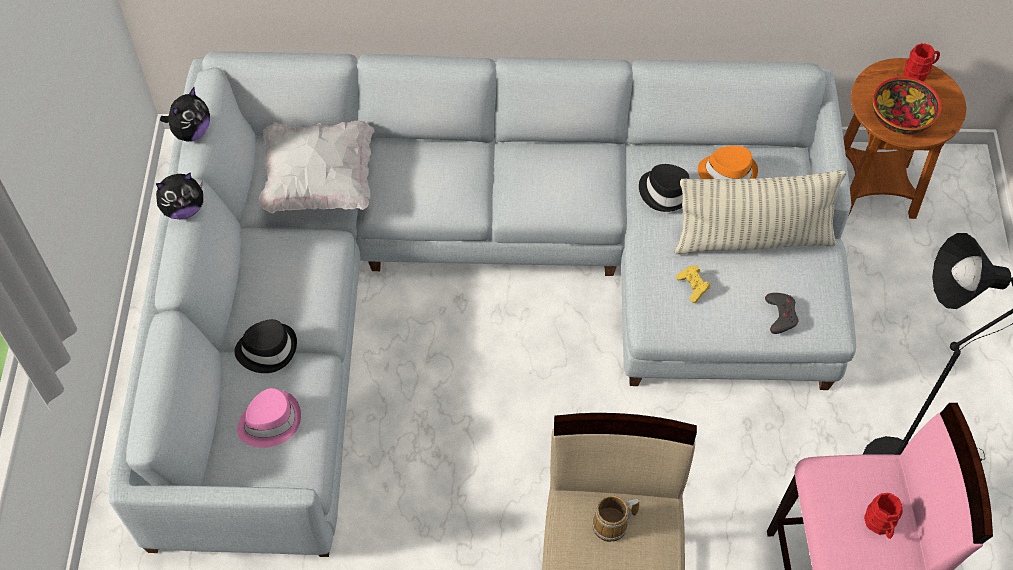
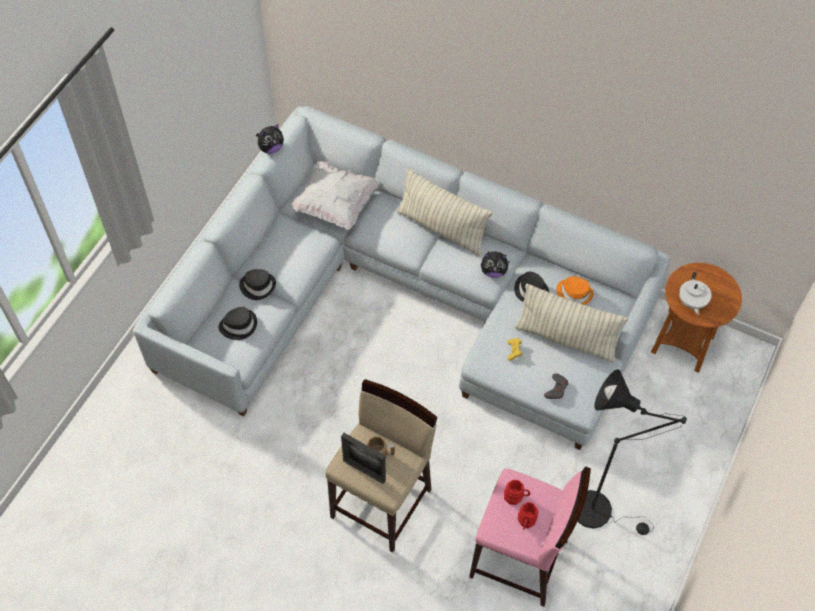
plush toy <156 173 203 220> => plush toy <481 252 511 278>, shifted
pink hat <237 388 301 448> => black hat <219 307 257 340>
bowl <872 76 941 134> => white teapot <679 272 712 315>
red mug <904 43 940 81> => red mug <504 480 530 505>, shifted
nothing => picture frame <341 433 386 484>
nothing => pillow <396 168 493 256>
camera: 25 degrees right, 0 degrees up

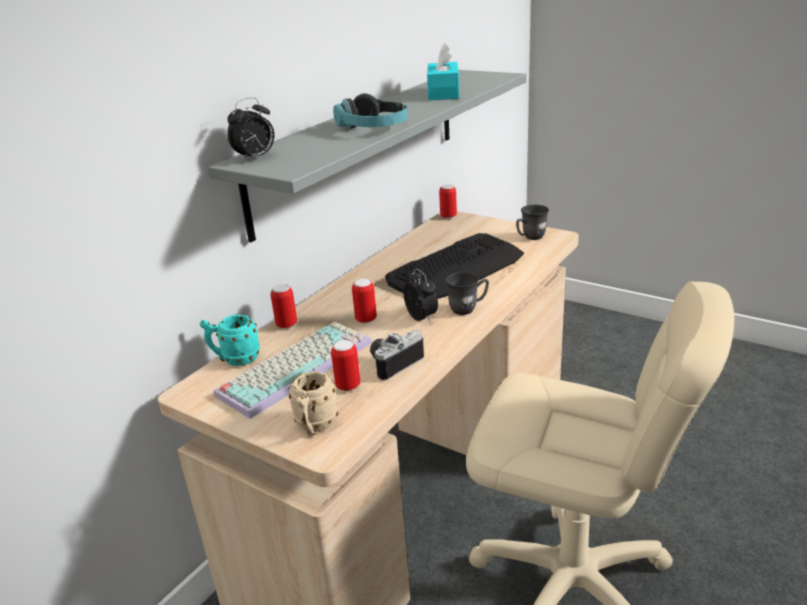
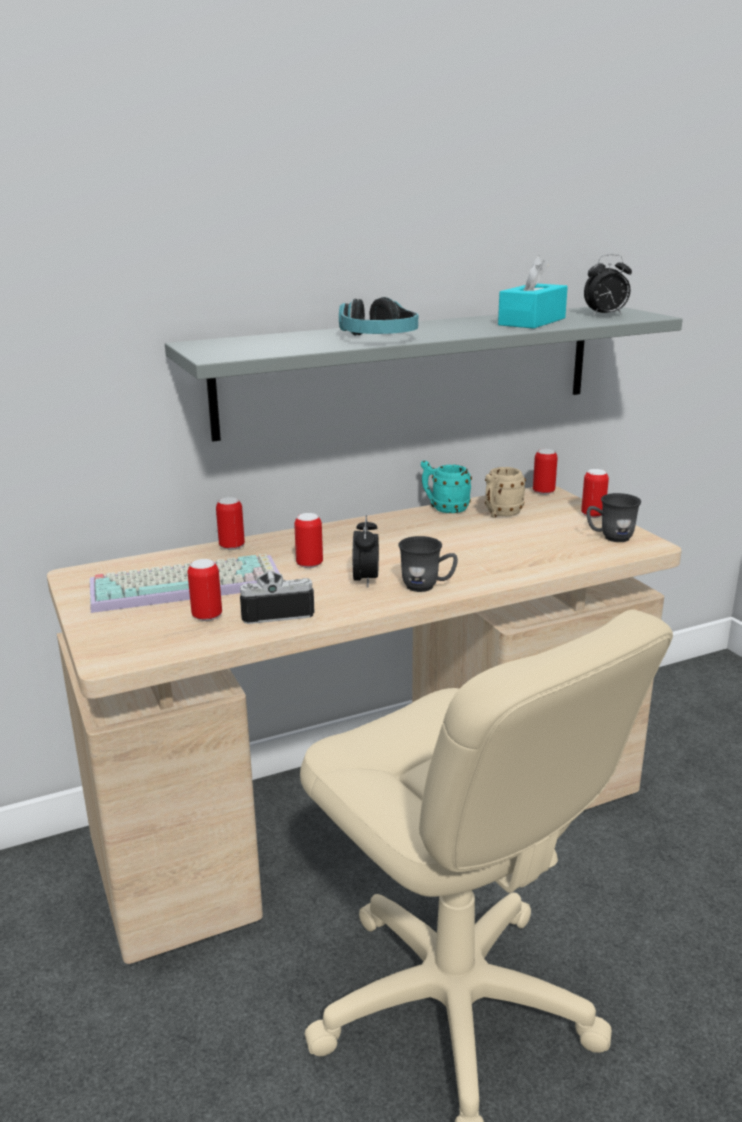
turquoise mug <200 314 260 366> => turquoise mug <421 460 472 513>, shifted
alarm clock <227 97 274 162> => alarm clock <584 254 632 316>, shifted
beige mug <289 371 338 437> => beige mug <485 467 526 518>, shifted
keyboard <385 233 524 299> => nothing
nothing => can <581 469 609 518>
camera: 30 degrees right, 5 degrees down

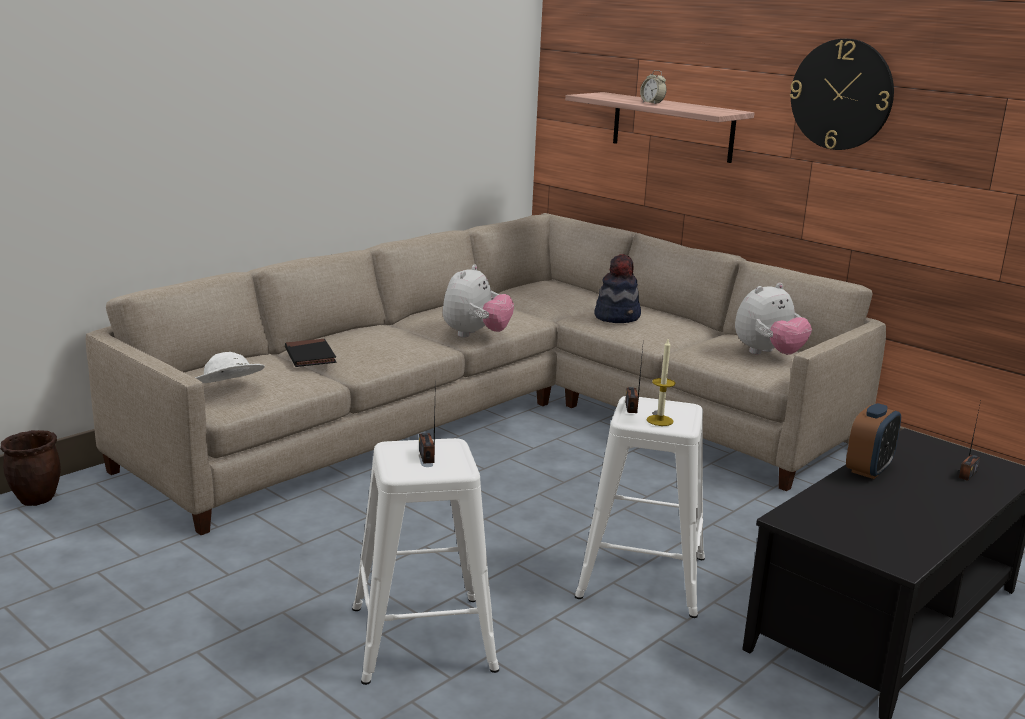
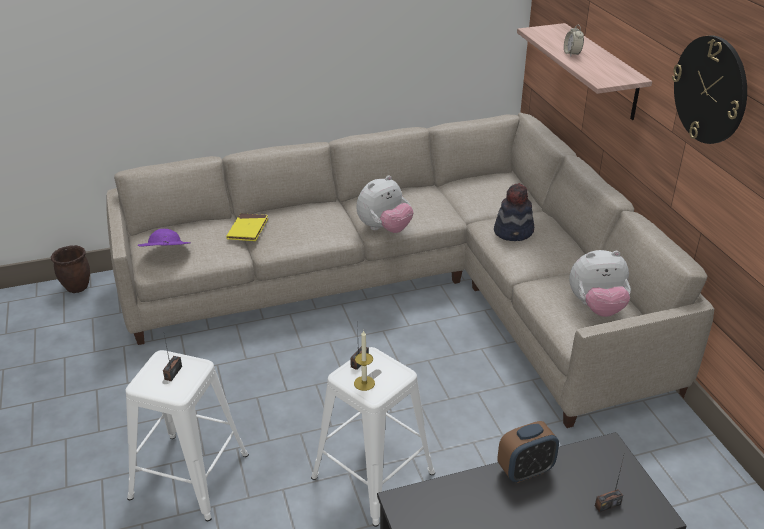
white hat <195 352 265 383> => purple hat <138 229 191 246>
black book <285 339 337 367> => yellow book <226 213 268 241>
camera: 30 degrees right, 15 degrees up

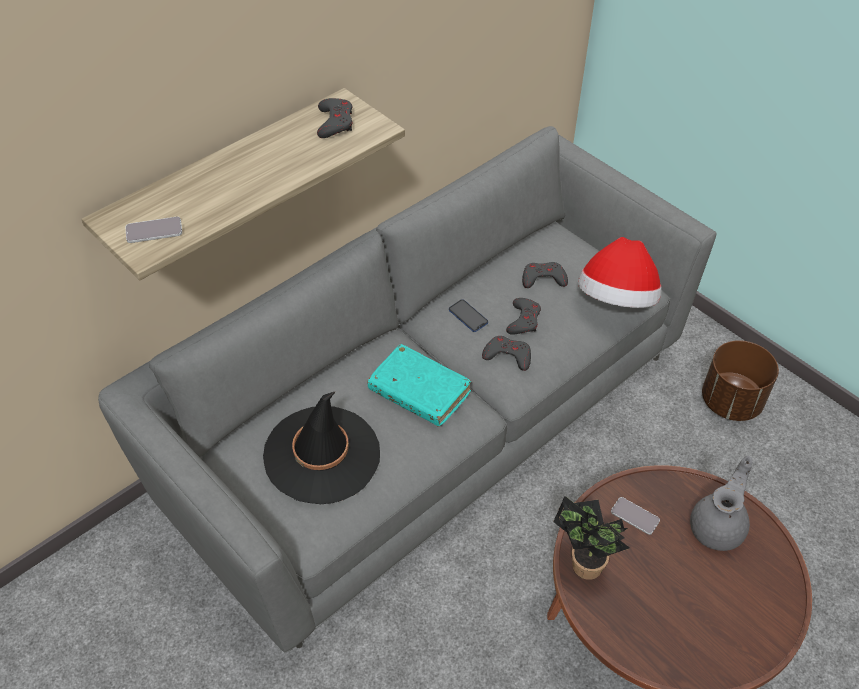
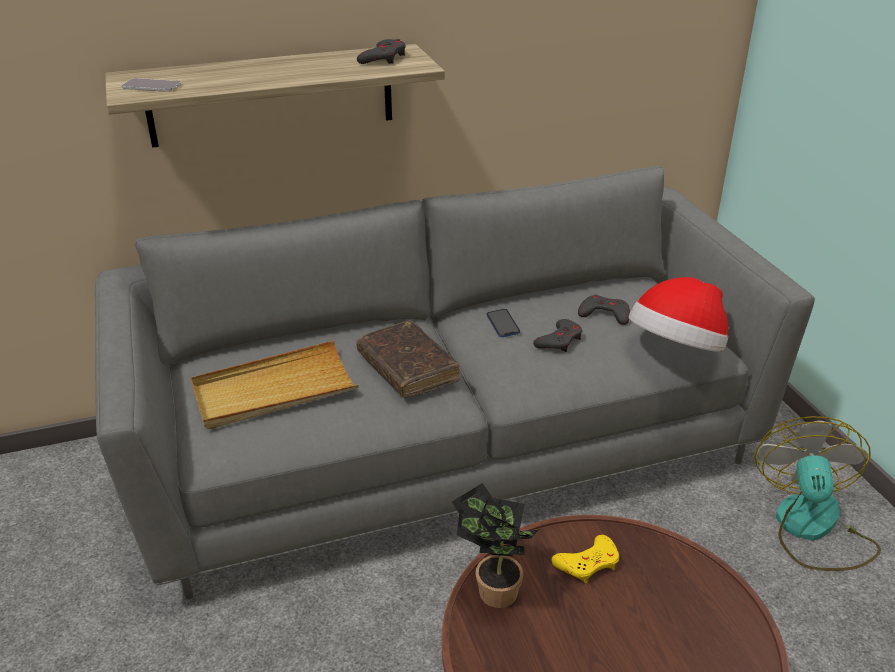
black hat <263 391 380 504> => beige tray <191 340 359 429>
turquoise book <367 344 471 427> => brown book <356 320 460 398>
grey game controller <482 336 531 371> => nothing
phone <611 497 660 535> => yellow game controller <551 535 619 583>
grey teapot <690 456 753 551> => nothing
brown planter <702 340 779 421> => fan <755 416 881 571>
camera: 25 degrees right, 15 degrees down

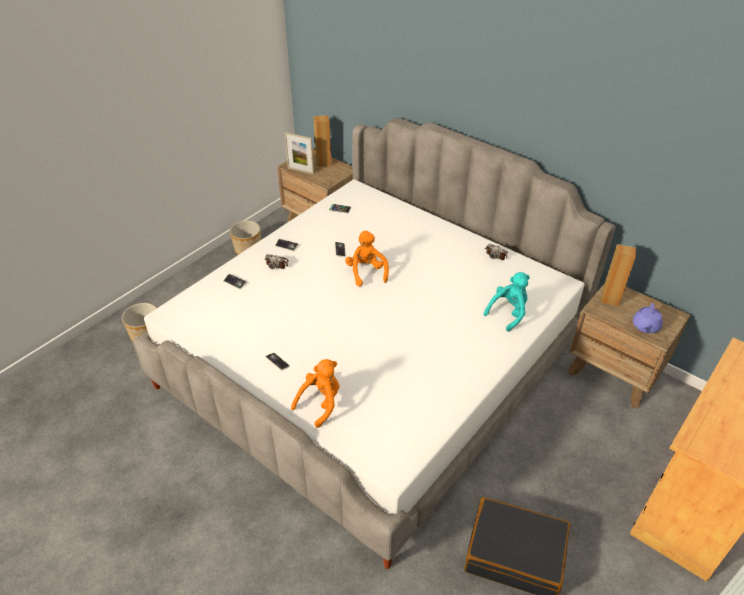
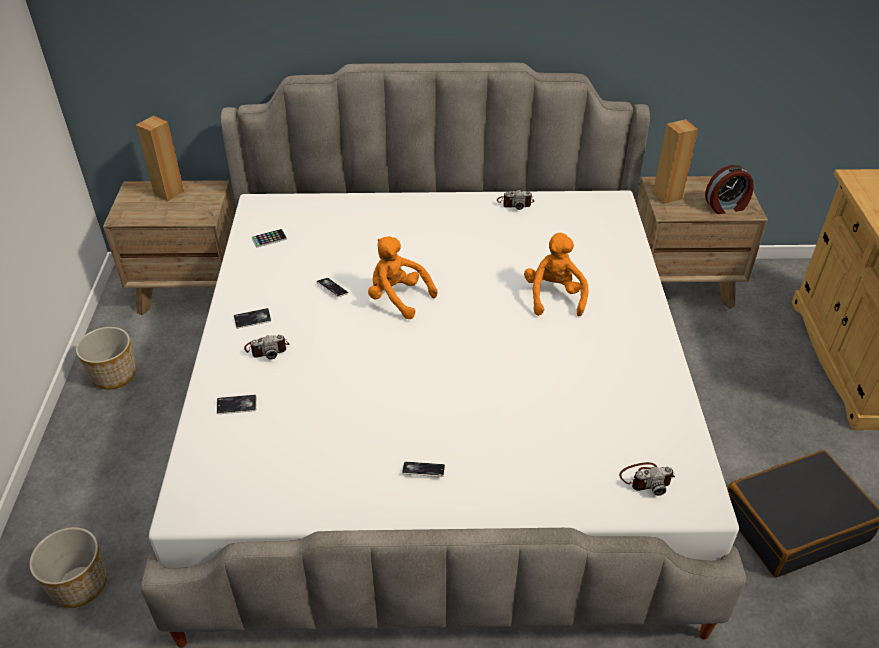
picture frame <285 132 314 174> => nothing
orange plush toy <291 359 339 428> => orange plush toy <524 233 588 316>, shifted
turquoise plush toy <483 272 530 332> => nothing
purple teapot <633 303 663 333> => alarm clock <705 165 754 214>
nothing => photo camera <619 462 675 496>
camera: 40 degrees left, 0 degrees up

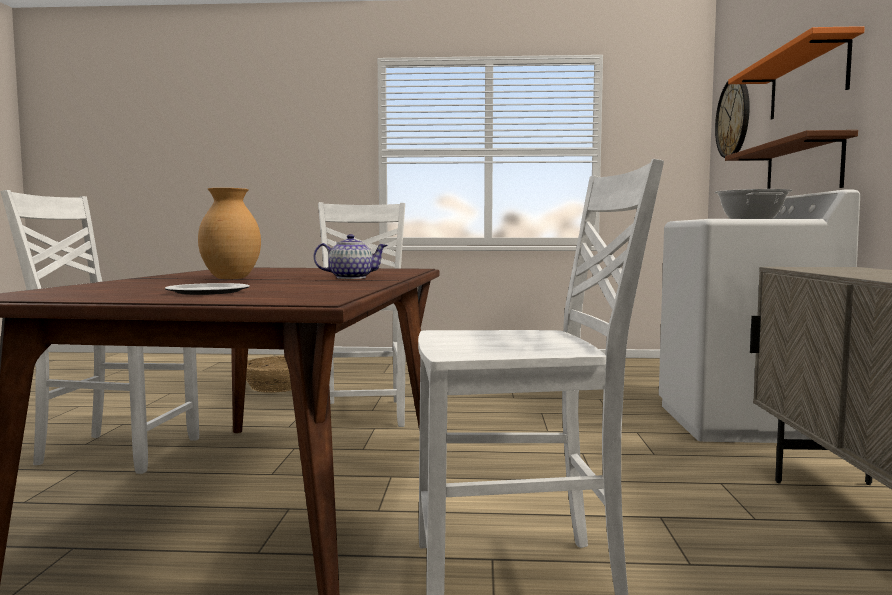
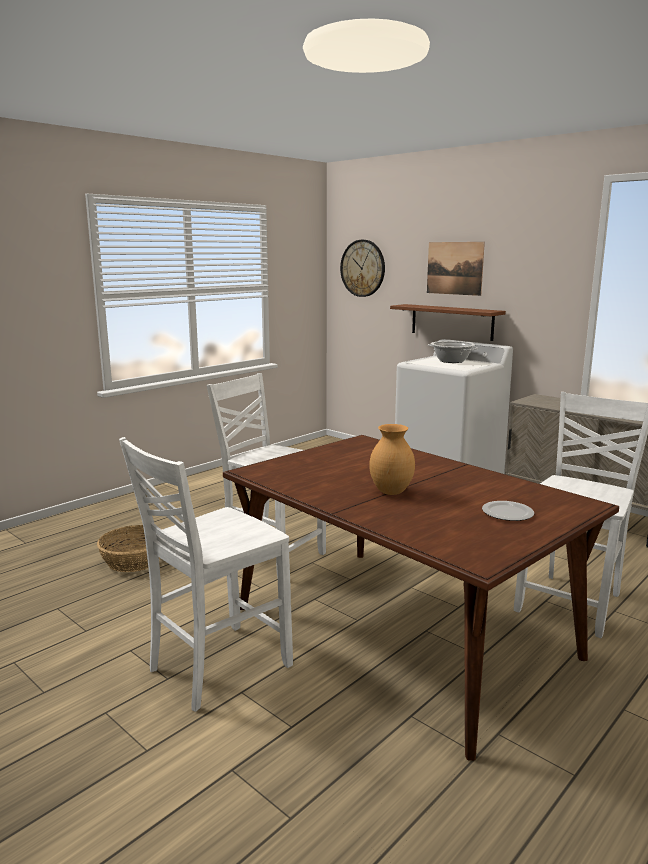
teapot <313 234 388 279> => nothing
orange shelf <728 26 865 119> => picture <427 242 485 296>
camera: 50 degrees left, 10 degrees up

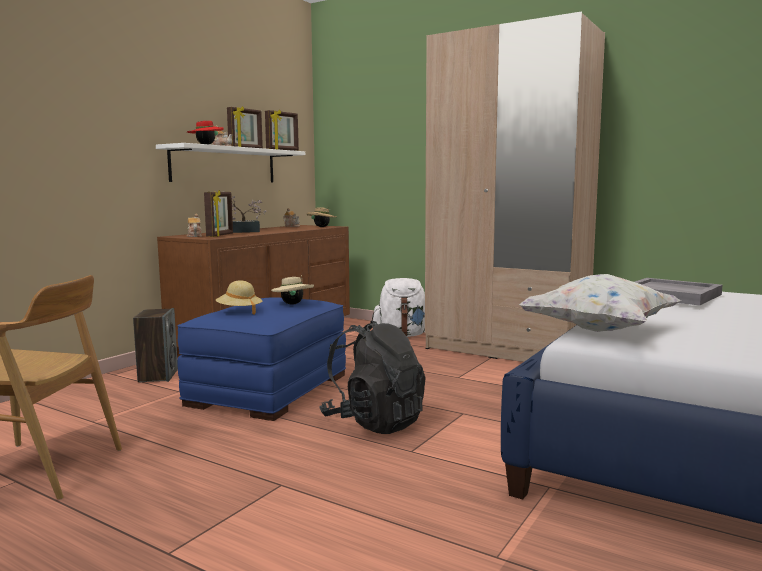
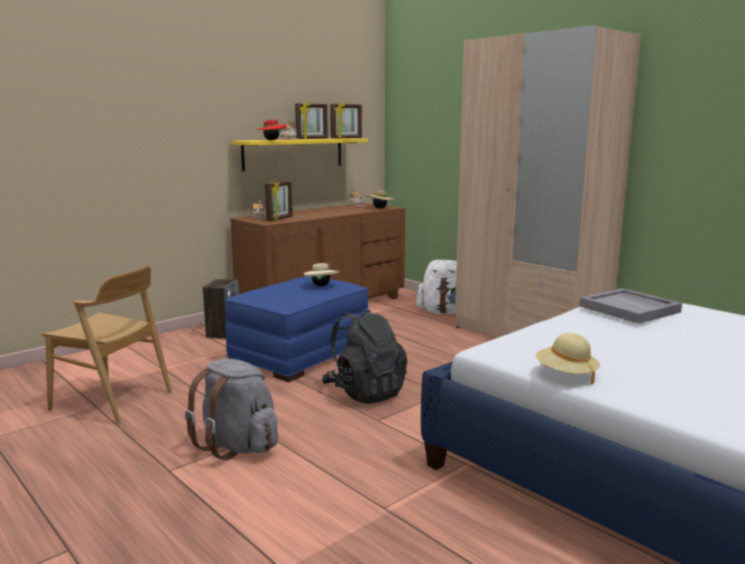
white shelf <156 143 305 182> => yellow shelf <231 138 368 171>
beige hat <216 280 263 315> => beige hat <536 333 600 384>, shifted
potted plant <223 191 267 233> => nothing
white pillow <519 274 681 332> => nothing
nothing => grey backpack <185 359 278 460>
camera: 15 degrees right, 5 degrees up

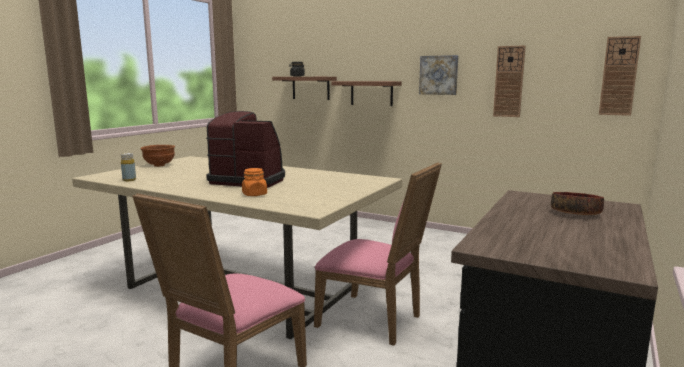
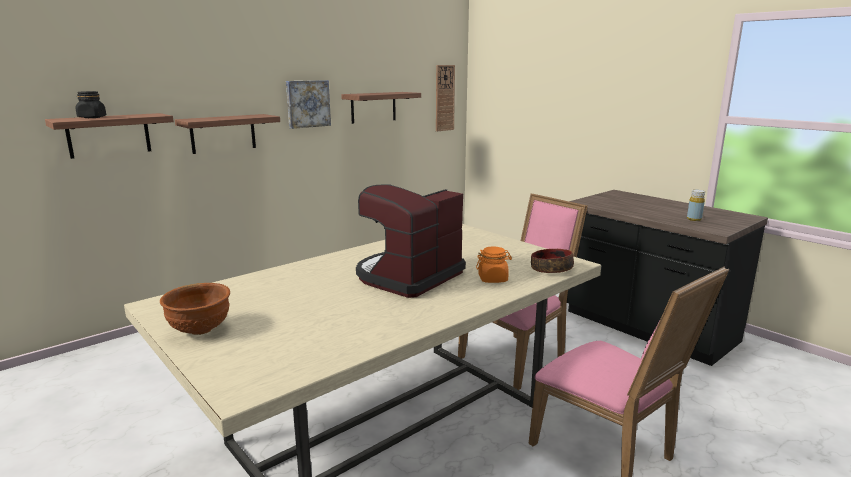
yellow bottle <121 153 136 181> => yellow bottle <687 190 705 221>, shifted
wall clock <493 45 526 117> => shelf <341 92 421 124>
bowl <551 192 604 215> => bowl <531 249 574 273>, shifted
camera: 70 degrees left, 5 degrees up

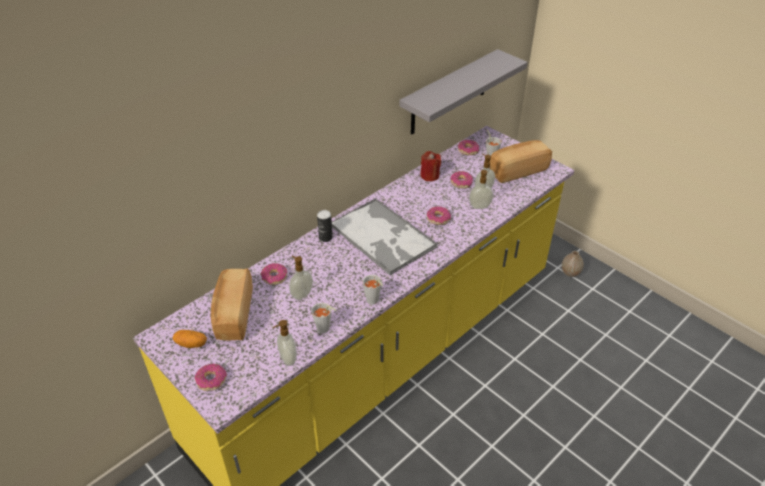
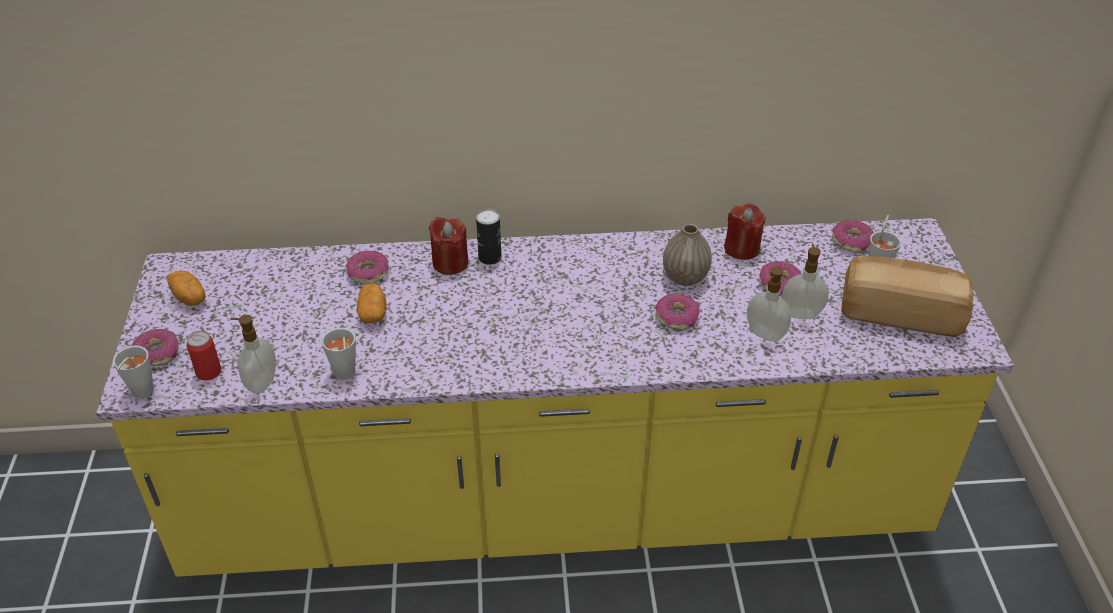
bread <211 269 253 340> => nothing
soap dispenser <289 256 313 300> => potato <357 283 386 323>
tray <332 198 438 276> => nothing
grey cup <363 275 383 305> => grey cup <113 346 154 398>, shifted
grey shelf <399 49 527 134> => nothing
vase <562 251 584 277> => vase <663 224 712 286>, shifted
nothing => can <186 331 221 381>
nothing => red candle <429 217 469 275>
camera: 40 degrees right, 0 degrees up

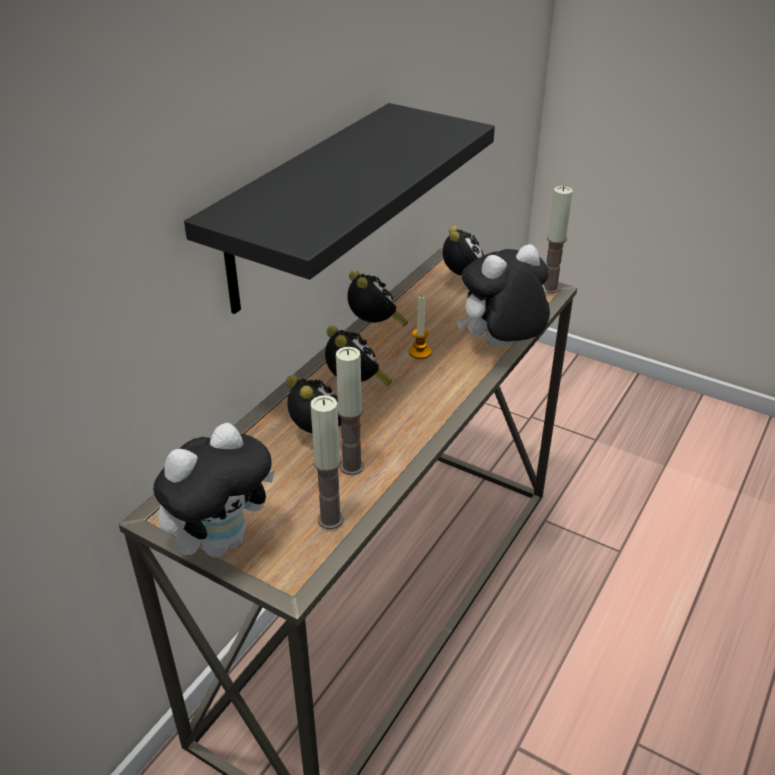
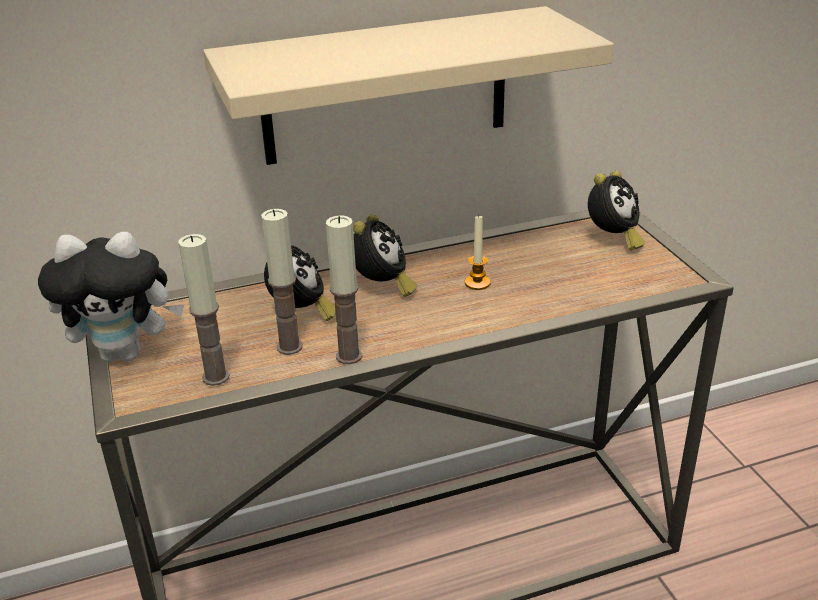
black shelf <184 103 495 314> => beige shelf <203 6 614 165>
alarm clock <347 270 408 326> => nothing
plush toy <457 244 550 347> => nothing
candle <543 186 573 294> => candle <326 215 362 364>, shifted
camera: 40 degrees right, 5 degrees down

